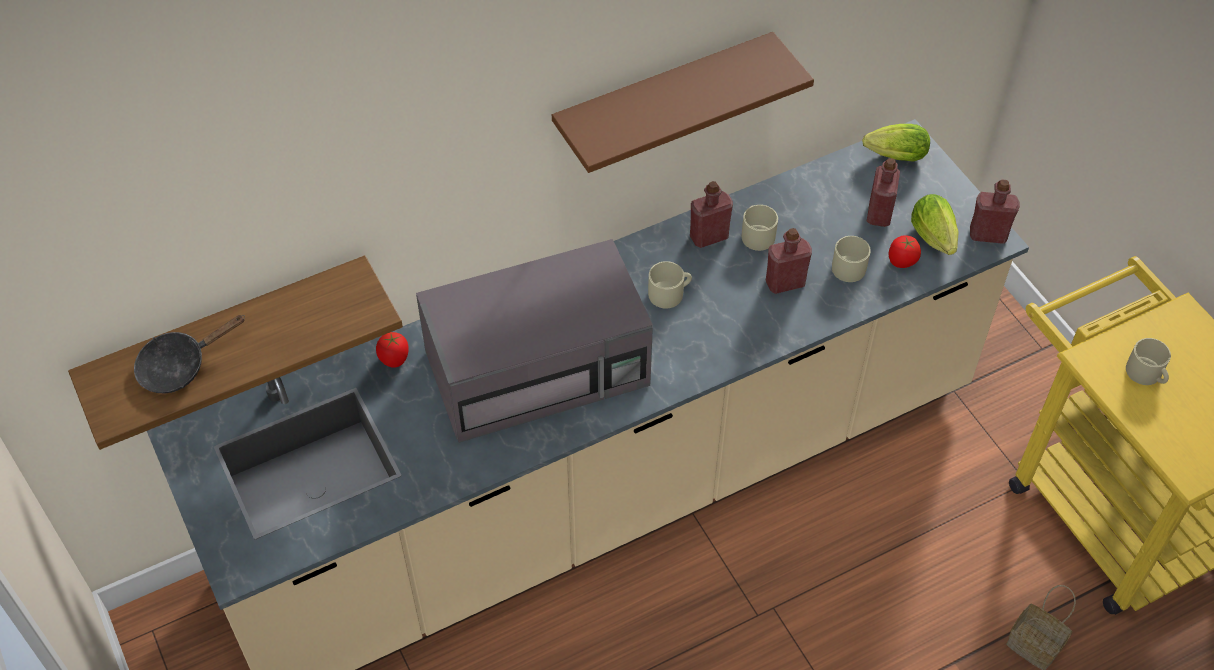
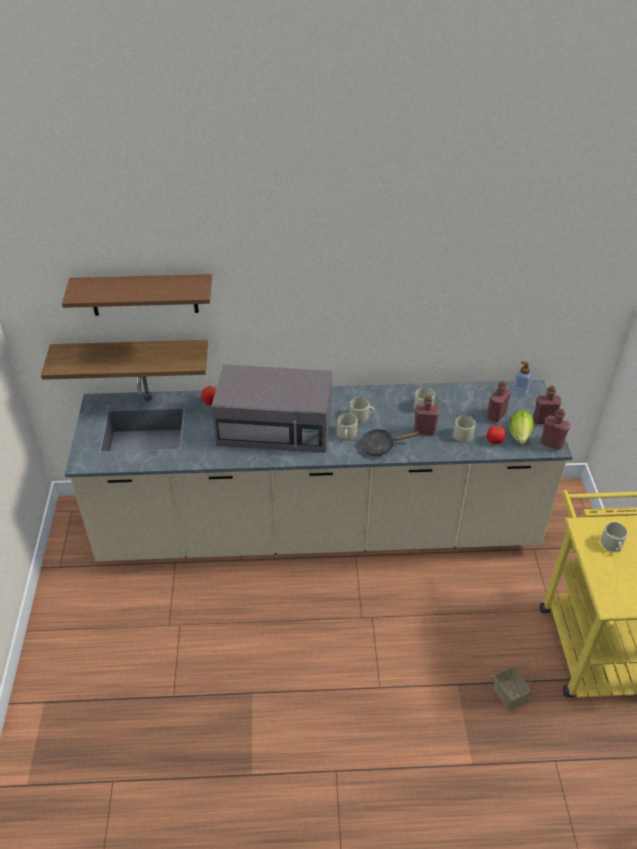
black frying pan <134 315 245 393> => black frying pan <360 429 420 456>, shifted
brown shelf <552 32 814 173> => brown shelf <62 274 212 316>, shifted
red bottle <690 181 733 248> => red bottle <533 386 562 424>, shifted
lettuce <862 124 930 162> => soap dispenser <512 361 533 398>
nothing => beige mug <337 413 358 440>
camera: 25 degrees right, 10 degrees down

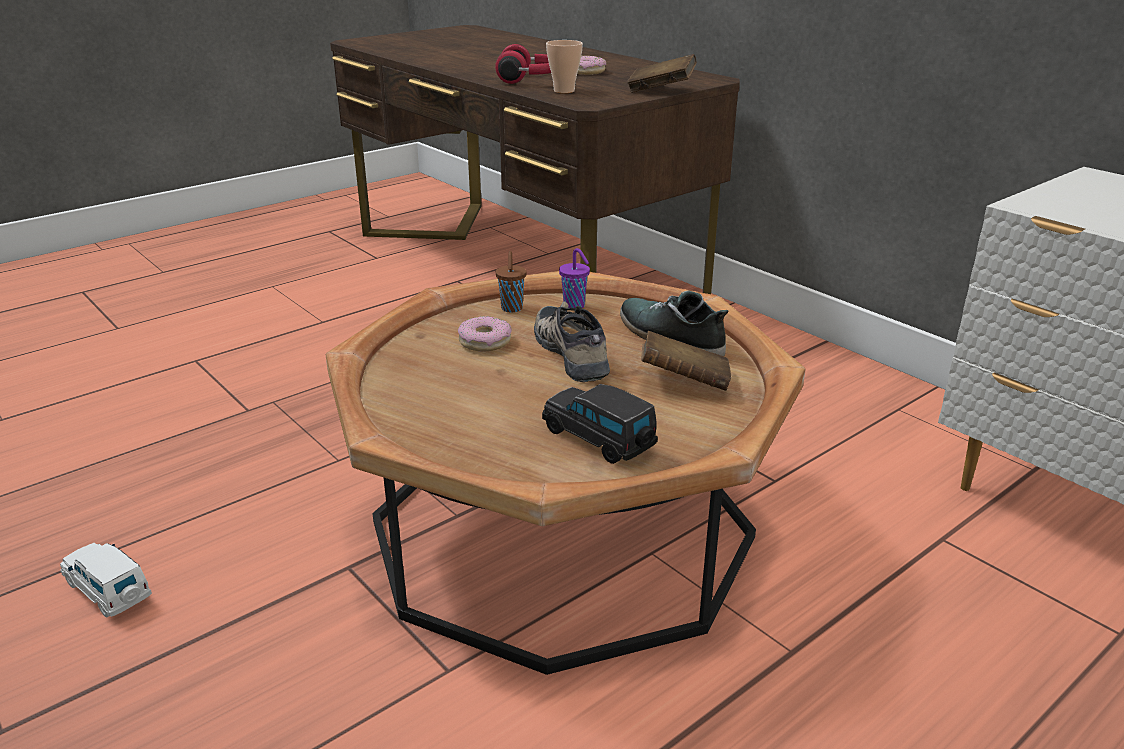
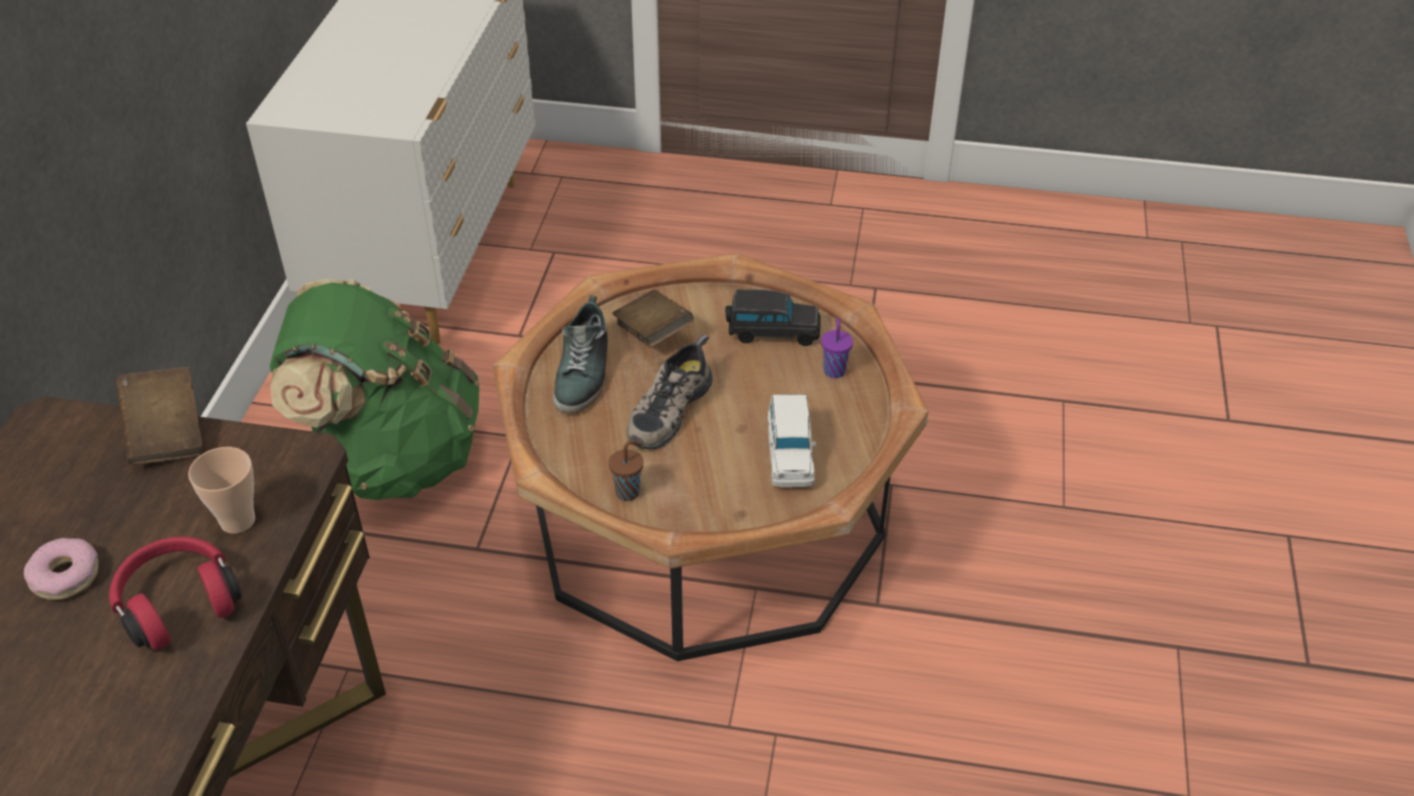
white toy car <60 543 152 617> => white toy car <768 394 816 487>, shifted
donut <458 316 512 351> => nothing
black toy car <542 384 658 464> => black toy car <725 289 821 346>, 90 degrees counterclockwise
purple cup <559 248 590 308> => purple cup <821 318 853 378>, shifted
nothing => green backpack <270 279 480 500>
camera: 130 degrees left, 15 degrees up

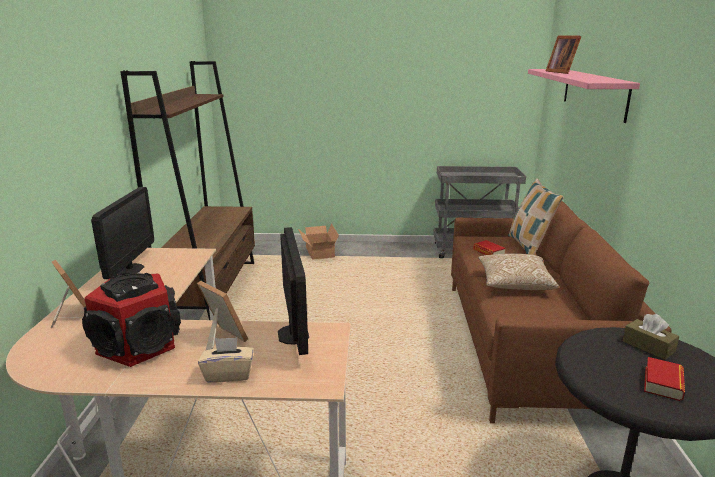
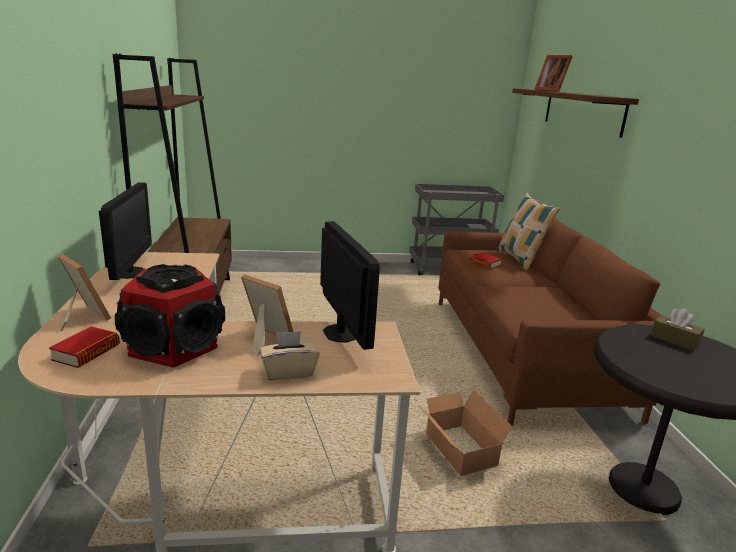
cardboard box <298 224 339 260> => cardboard box <418 390 512 476>, shifted
pillow <478 254 559 290> => nothing
pink shelf <528 69 640 123> => brown shelf <512 88 639 138>
book <644 357 685 401> => book <49 326 120 368>, shifted
camera: 10 degrees left, 0 degrees up

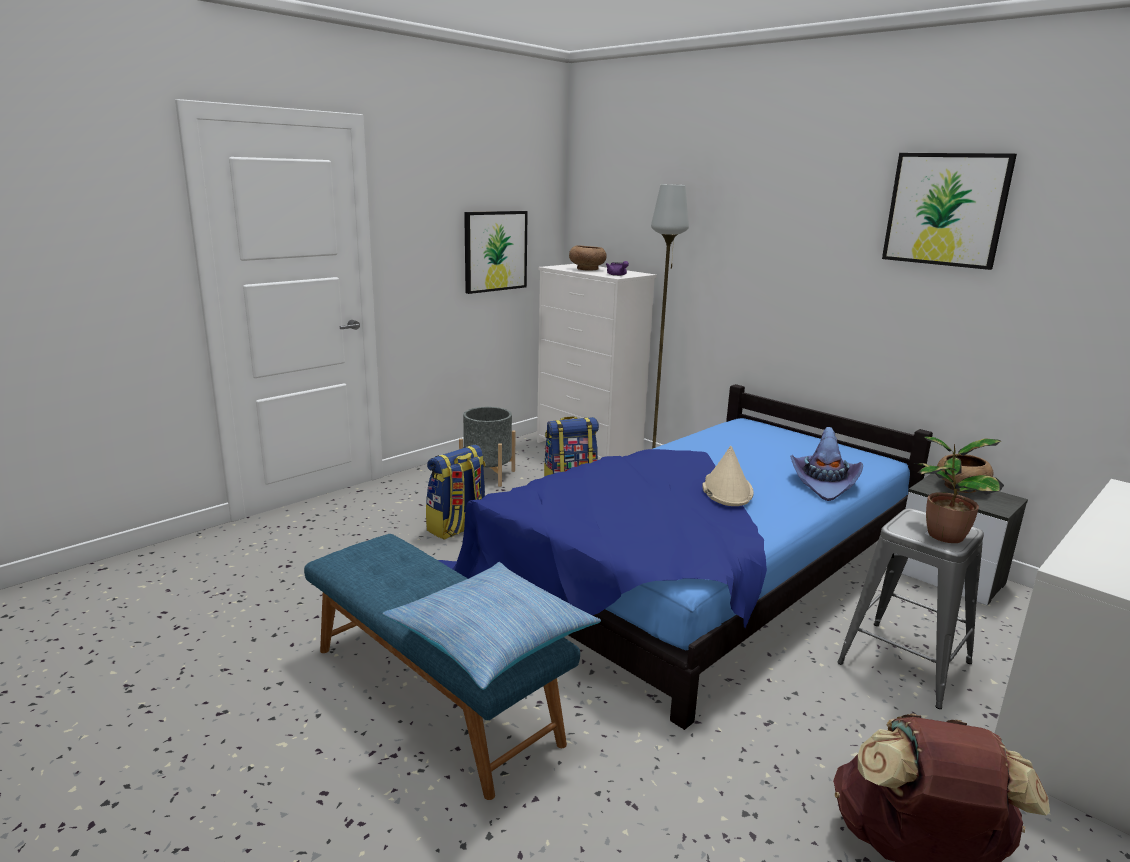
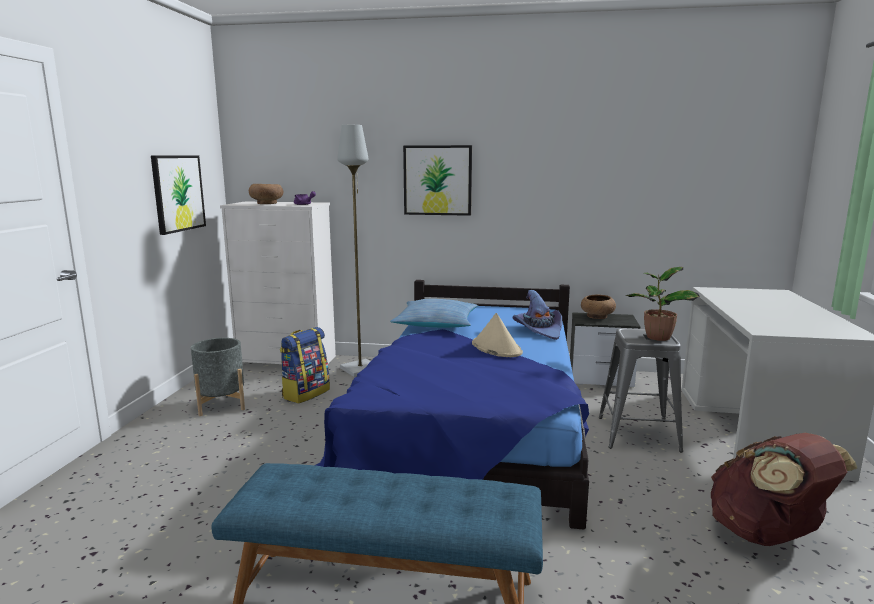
pillow <383 562 601 690> => pillow <390 299 478 328>, shifted
backpack <426 445 485 540> => nothing
picture <882 153 1017 270> => picture <403 145 472 216>, shifted
camera: 35 degrees left, 5 degrees down

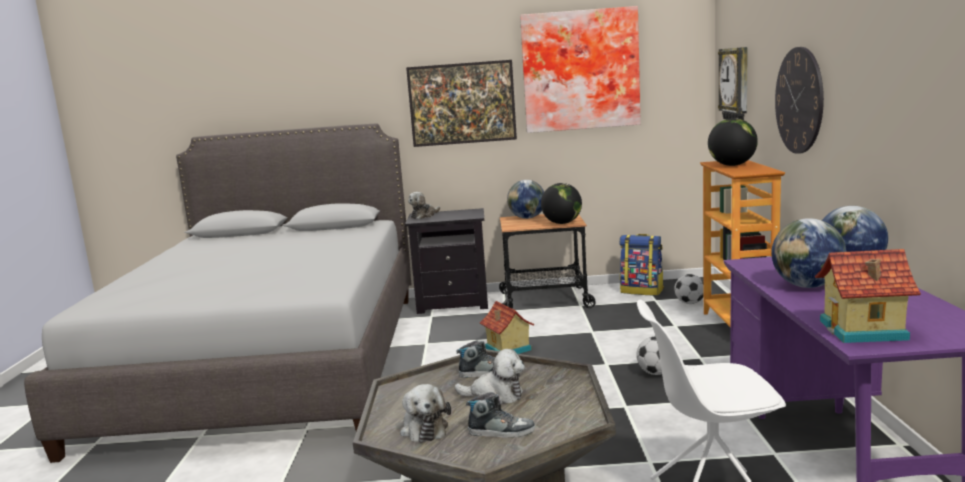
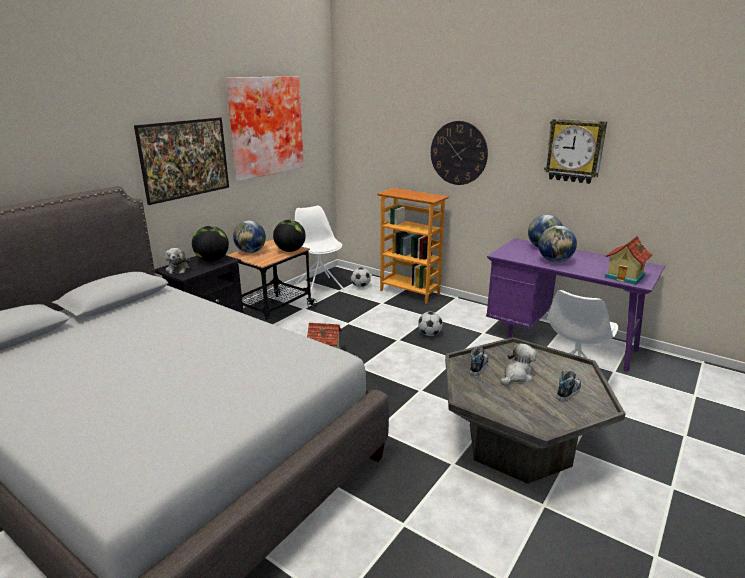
plush toy <400 384 451 443> => nothing
backpack <619 234 664 296> => white chair <295 205 345 292>
globe <708 118 758 166> => globe <192 226 229 261>, shifted
wall clock <718 47 748 120> => wall clock <544 119 607 184>, shifted
camera: 55 degrees left, 10 degrees up

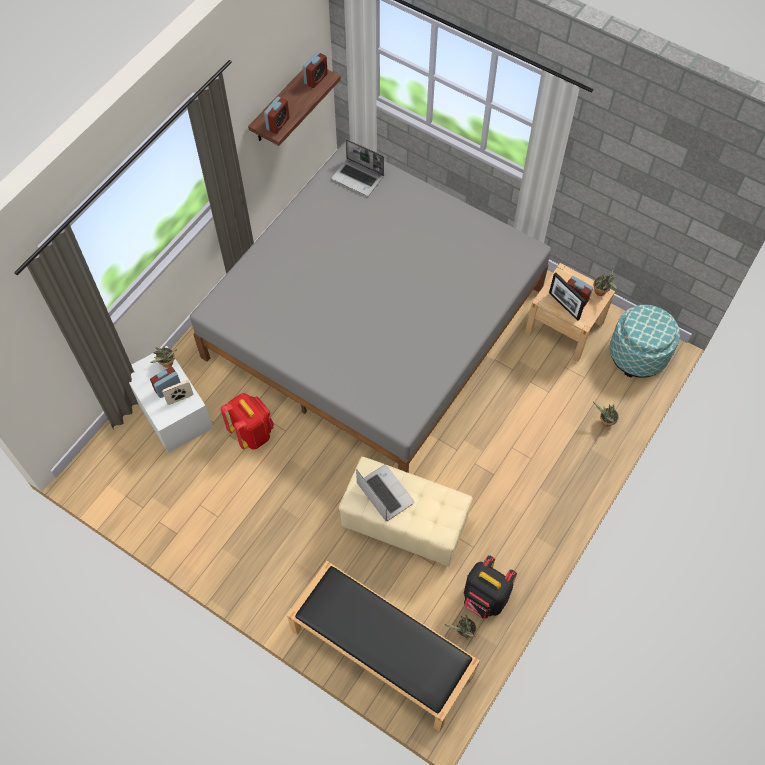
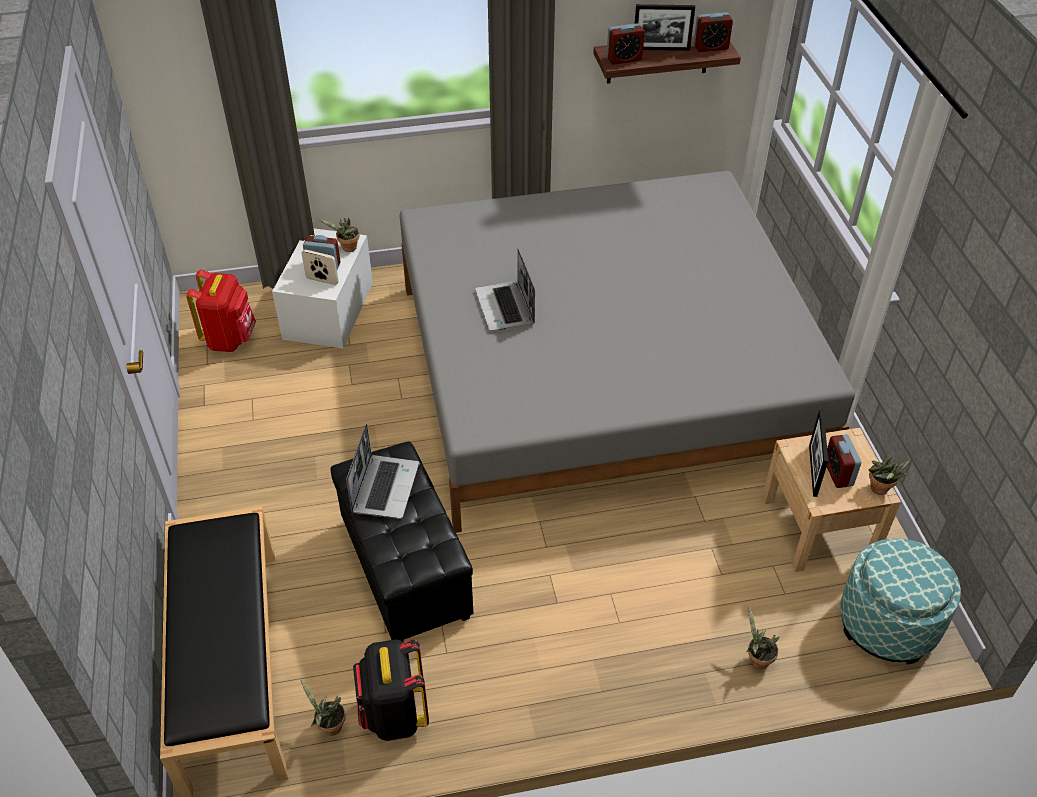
red backpack <221 393 274 450> => red backpack <186 270 256 352>, shifted
laptop <331 139 384 196> => laptop <475 248 535 331>, shifted
beige ottoman <339 457 473 566> => black ottoman <330 442 473 641>
nothing => picture frame <635 4 695 51>
camera: 45 degrees right, 15 degrees down

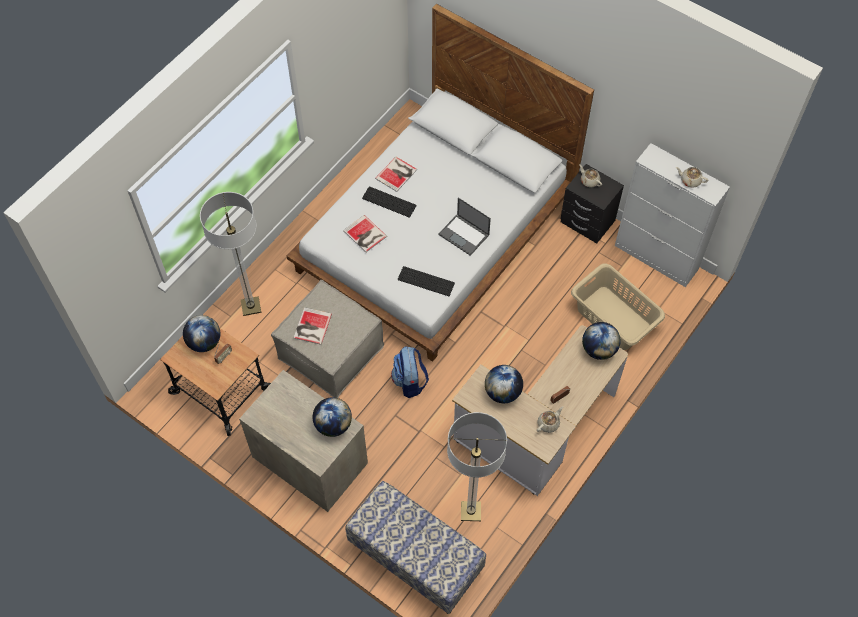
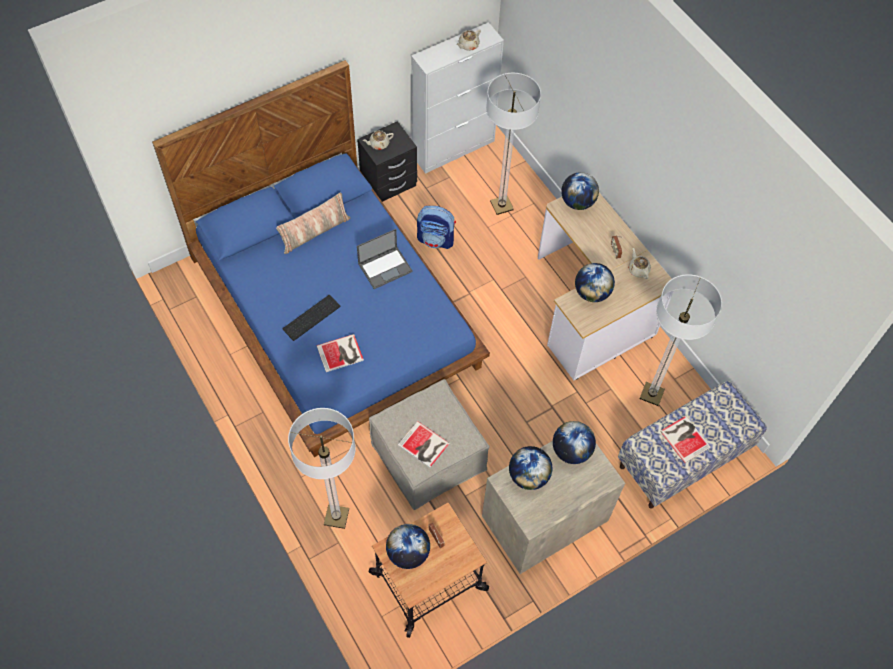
white bed <287 4 594 362> => blue bed <152 60 490 457>
book <375 157 417 192> => book <660 416 711 463>, shifted
backpack <391 346 429 398> => backpack <417 206 456 249>, shifted
keyboard <398 266 455 296> => nothing
beige laundry basket <571 263 665 350> => floor lamp <486 73 541 215>
nothing => pillow <276 193 351 254>
nothing => globe <509 446 552 490>
camera: 70 degrees left, 0 degrees up

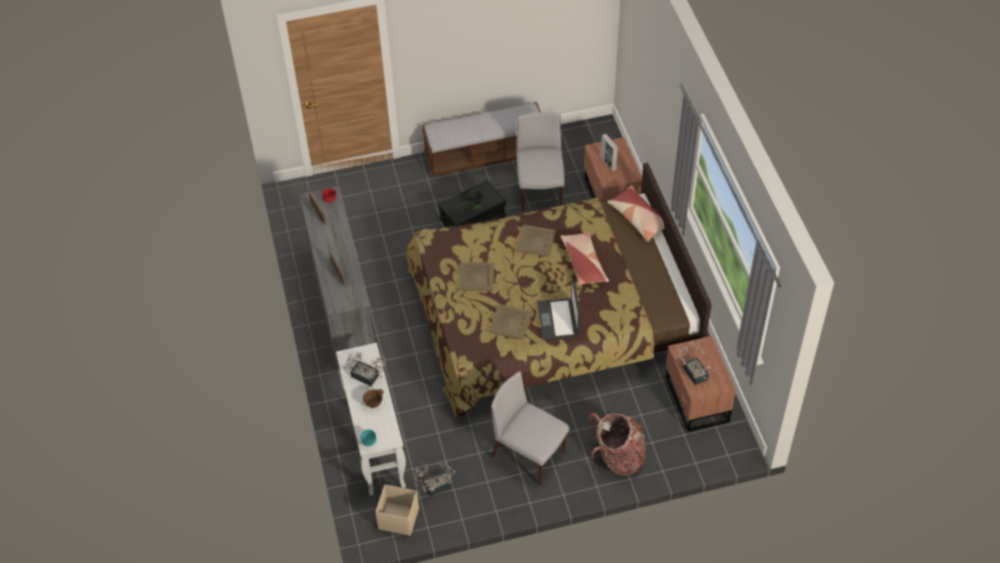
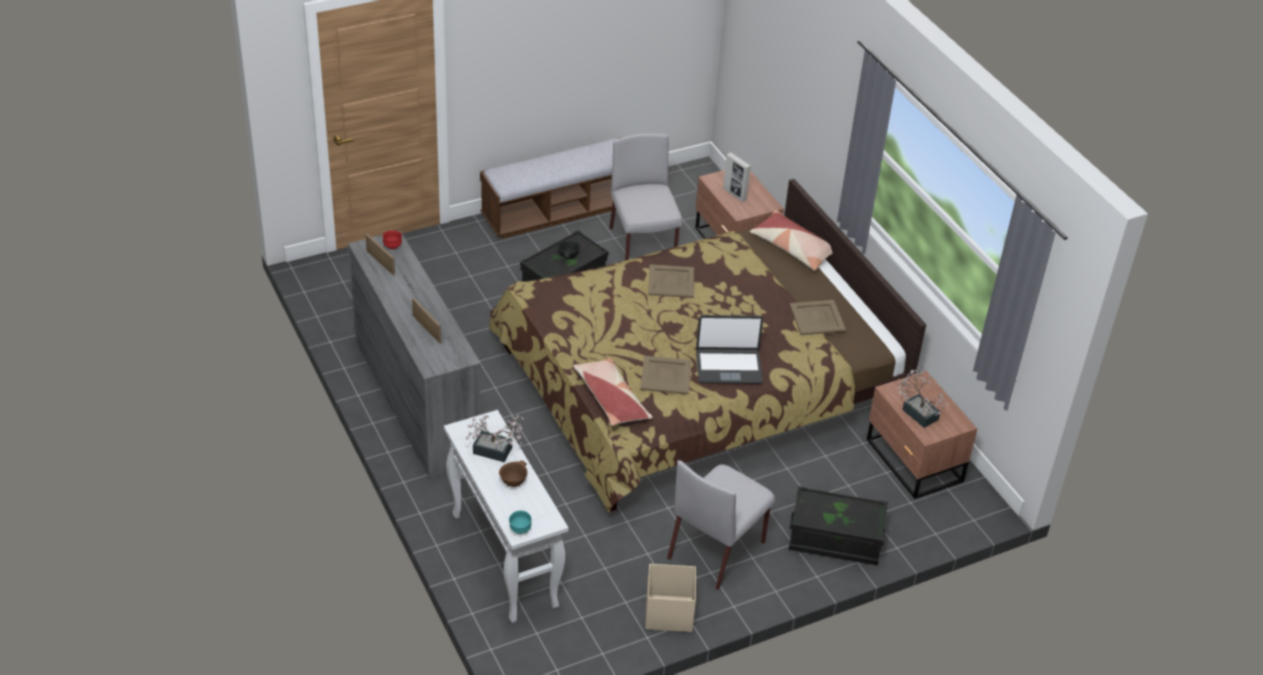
beige storage box <375 485 419 536> => beige storage box <645 564 696 632>, shifted
potted plant <415 463 455 496> => nothing
beige tray <458 262 494 291> => beige tray <790 300 846 335>, shifted
grey chair <491 371 570 485> => grey chair <667 460 775 590>, 75 degrees counterclockwise
laptop <537 278 580 340> => laptop <696 315 763 384>, 75 degrees counterclockwise
pillow <560 232 609 285> => pillow <573 358 653 426>, shifted
backpack <589 413 646 475> => black storage box <789 486 888 565>
camera: 15 degrees left, 10 degrees down

